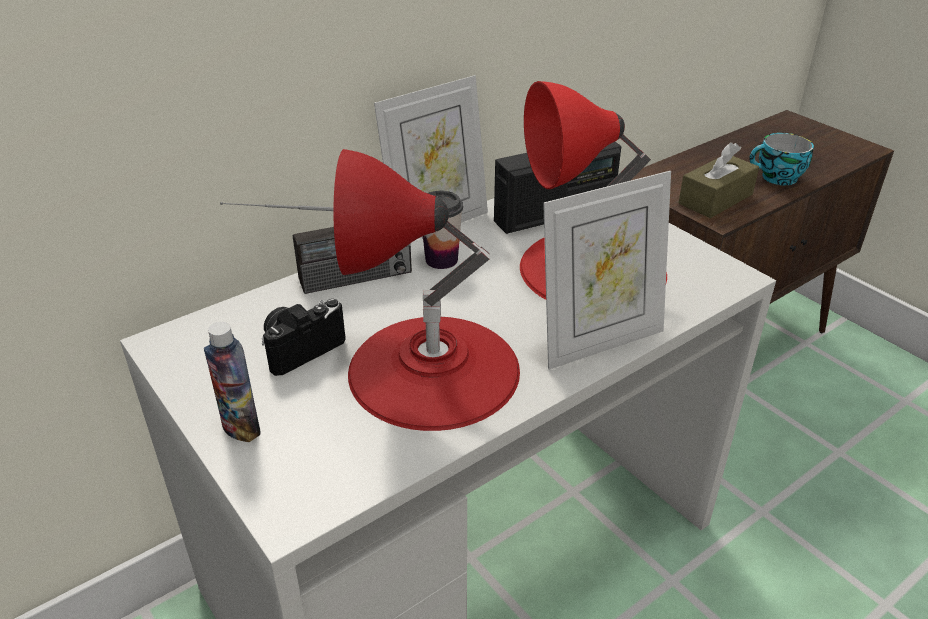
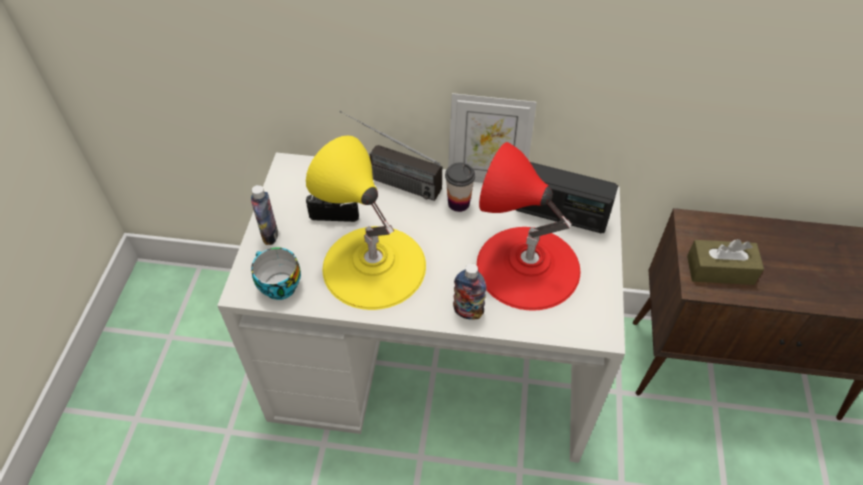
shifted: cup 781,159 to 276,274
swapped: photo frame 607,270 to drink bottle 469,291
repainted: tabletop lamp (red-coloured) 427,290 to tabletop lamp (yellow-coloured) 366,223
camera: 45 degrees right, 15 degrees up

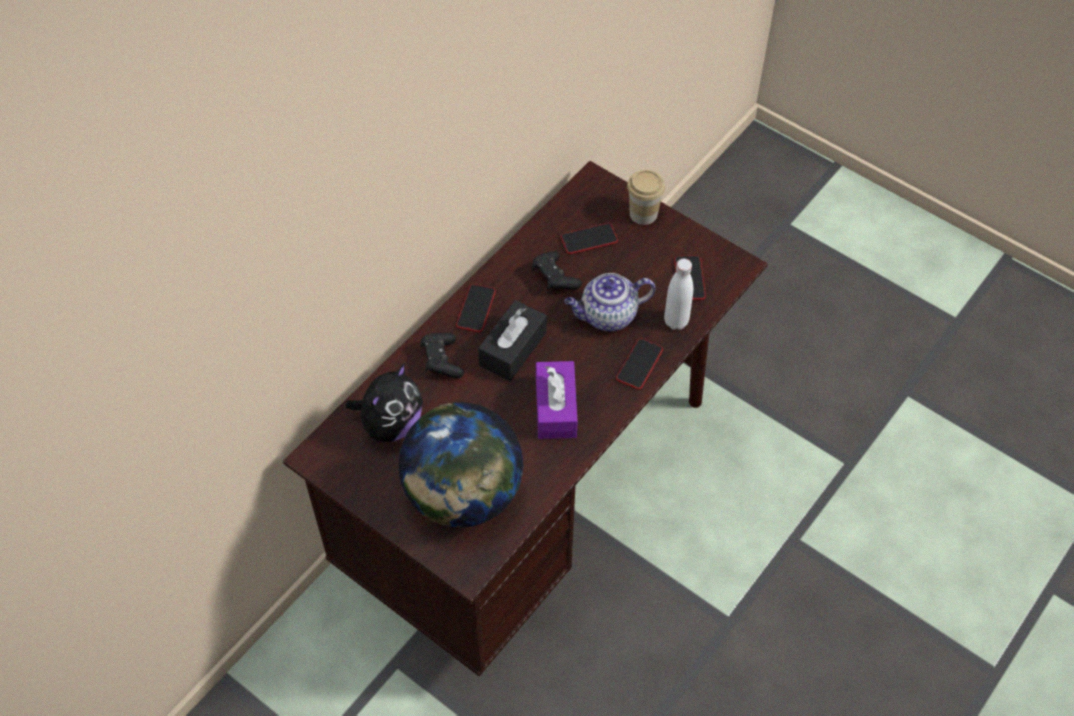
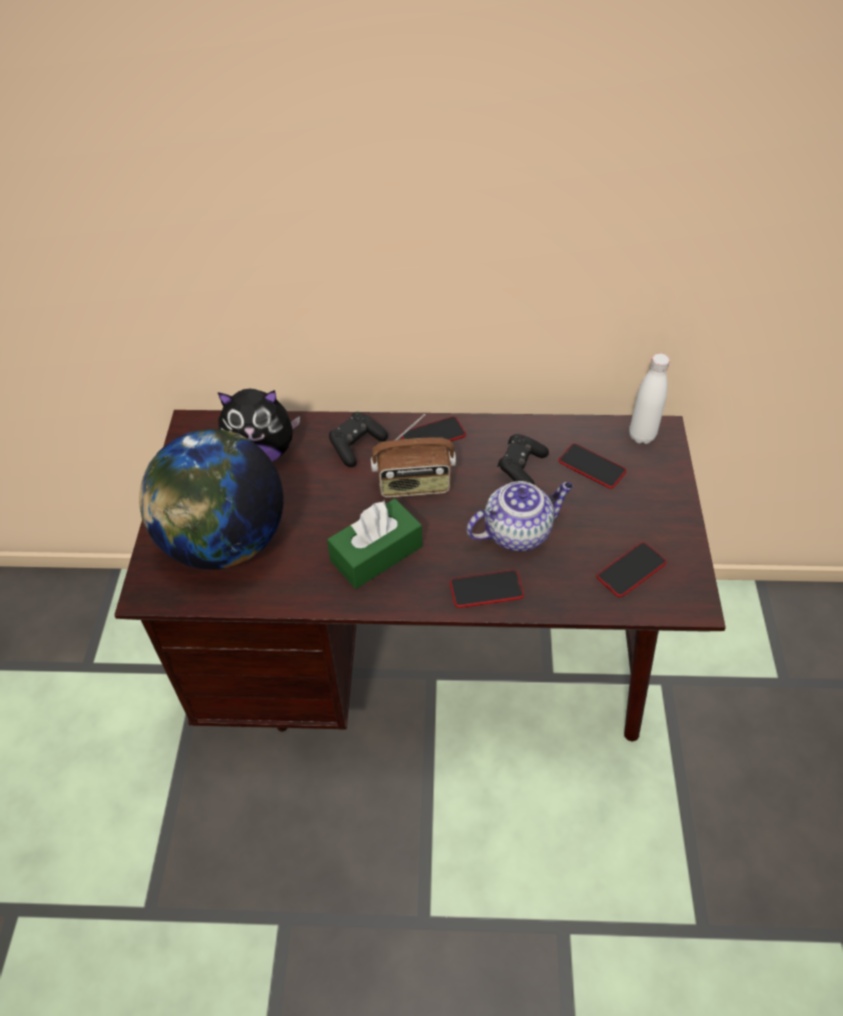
gone: cup 646,197
shifted: drink bottle (whitish) 678,294 to 649,398
swapped: box of tissues (black) 512,340 to radio 413,456
repainted: box of tissues (purple) 557,400 to box of tissues (greenish) 374,543
rotated: teapot 609,302 = 520,516 120 degrees clockwise
camera: 55 degrees right, 5 degrees down

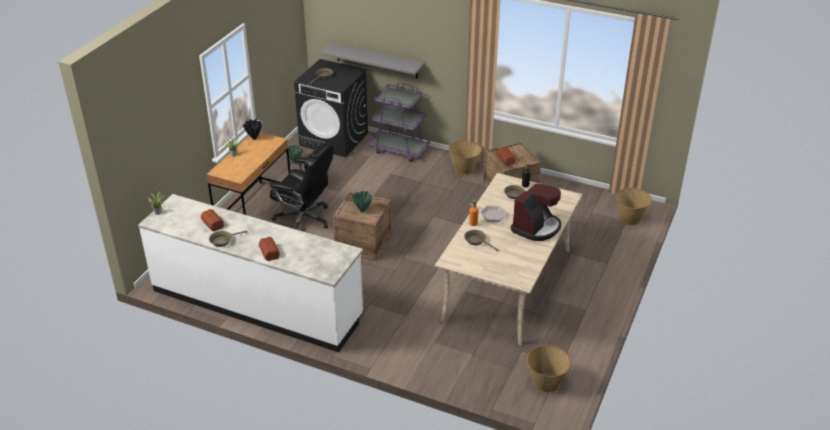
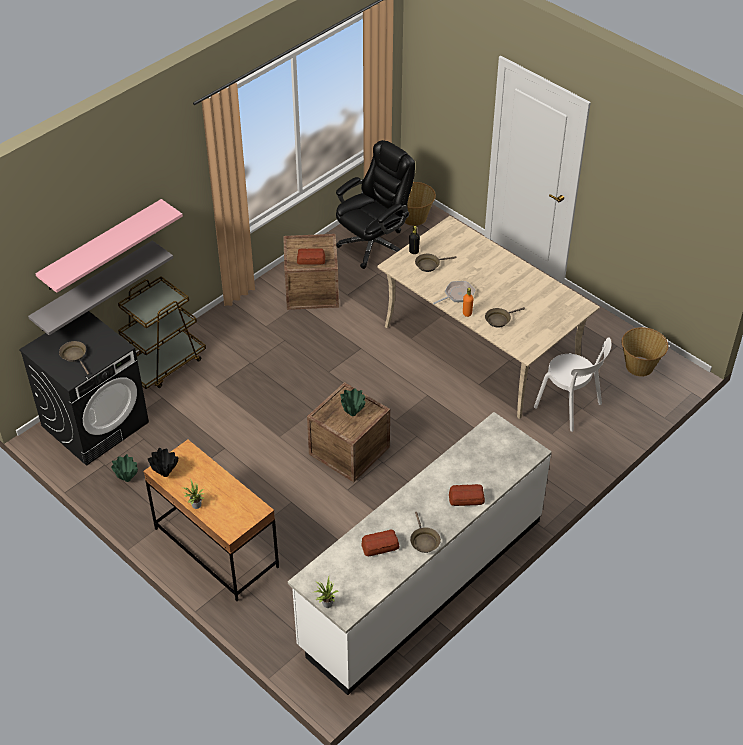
gone: basket 465,157; coffee brewer 536,212
new: wall shelf (pinkish) 109,246; plain chair (whitish) 572,384
shifted: desk chair (black) 302,186 to 375,204
repainted: wheeled cart (purple) 399,122 to wheeled cart (brown-coloured) 162,332
camera: 70 degrees left, 10 degrees up

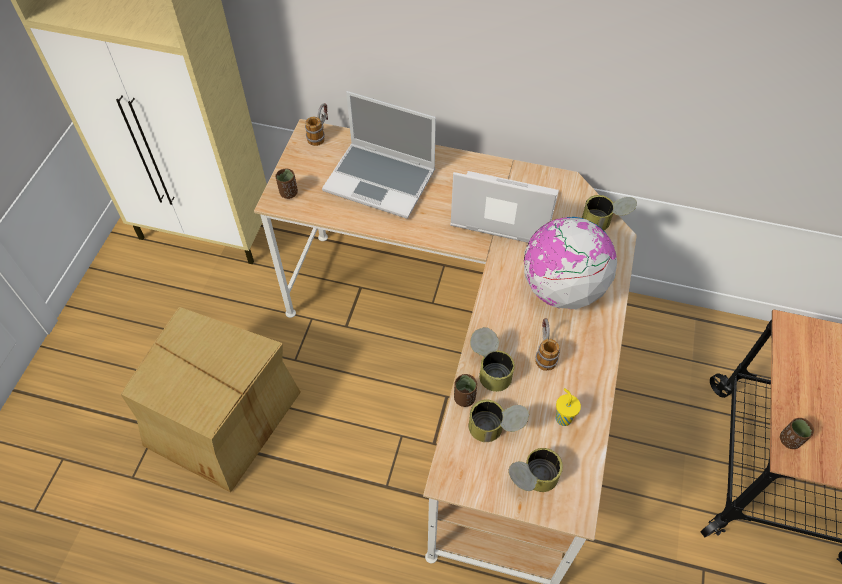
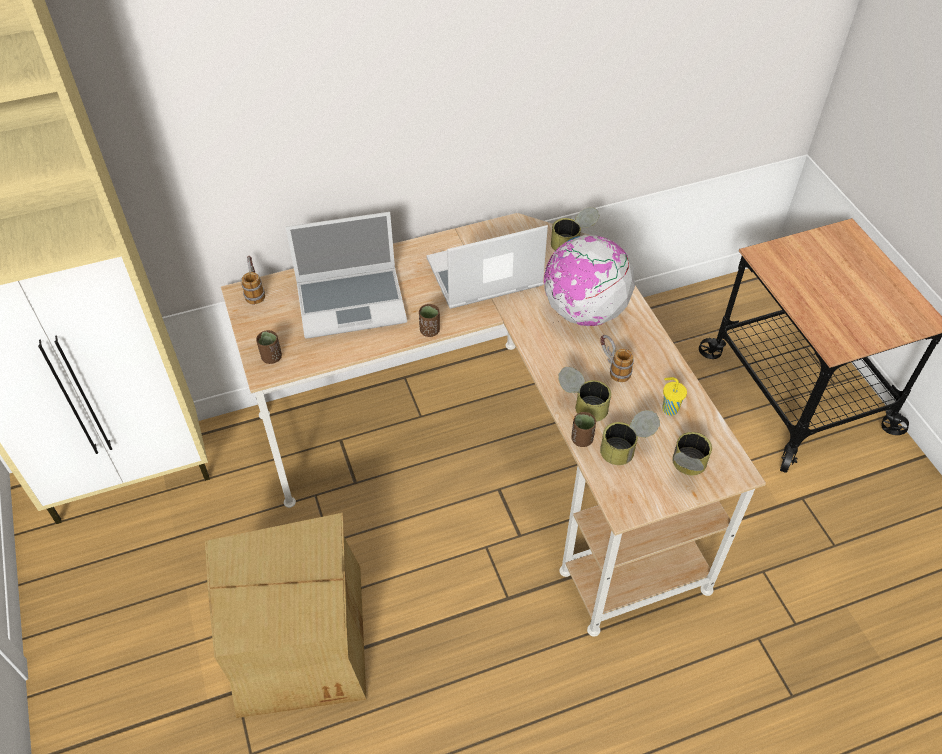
shifted: cup (brown-coloured) 797,433 to 429,320
camera: 35 degrees left, 5 degrees down

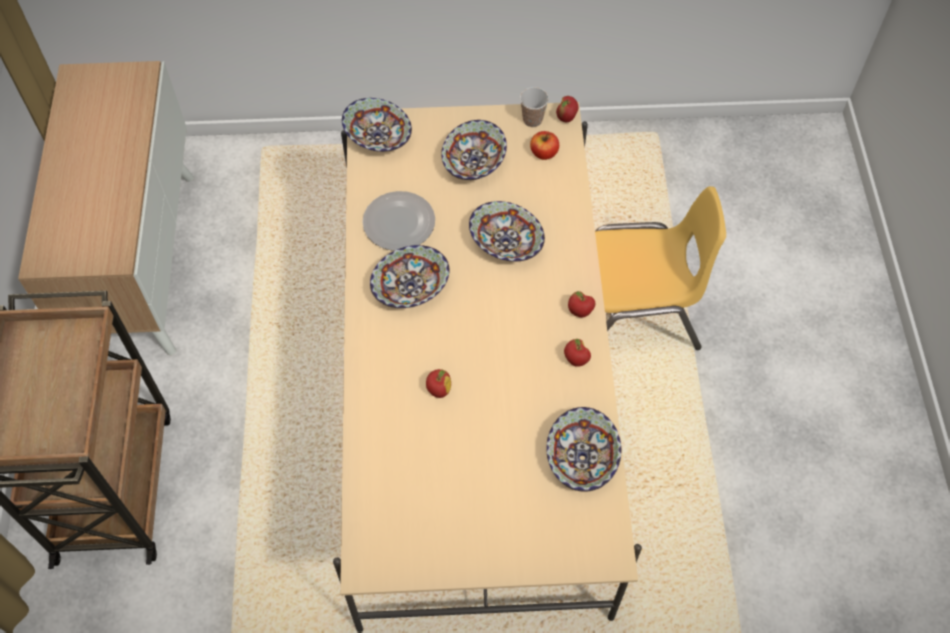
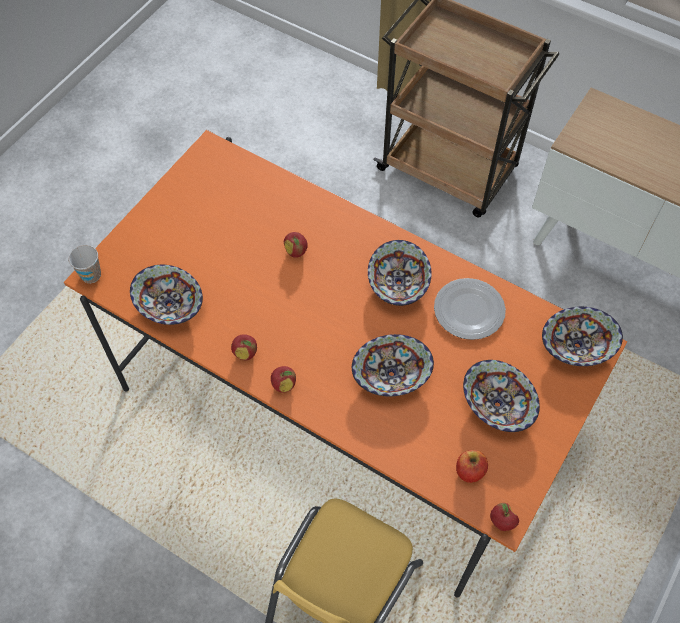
shifted: cup 534,107 to 84,264
repainted: dinner table (sand-coloured) 487,367 to dinner table (orange-coloured) 345,364
camera: 125 degrees right, 0 degrees up

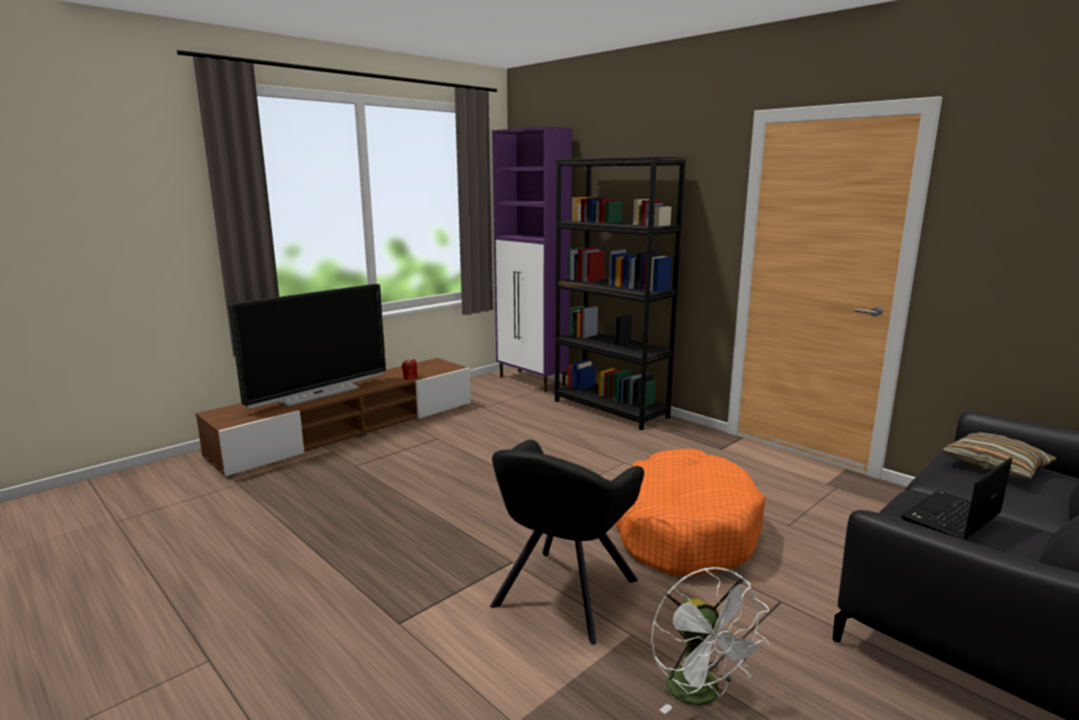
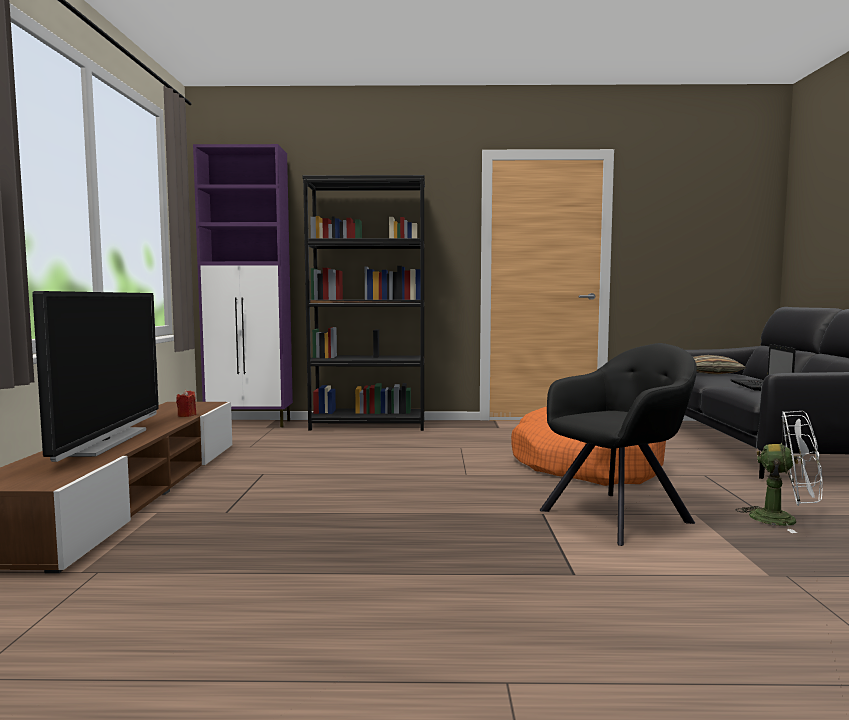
rotated: easy chair (black) 567,542 = 618,444 105 degrees counterclockwise
camera: 45 degrees left, 10 degrees down

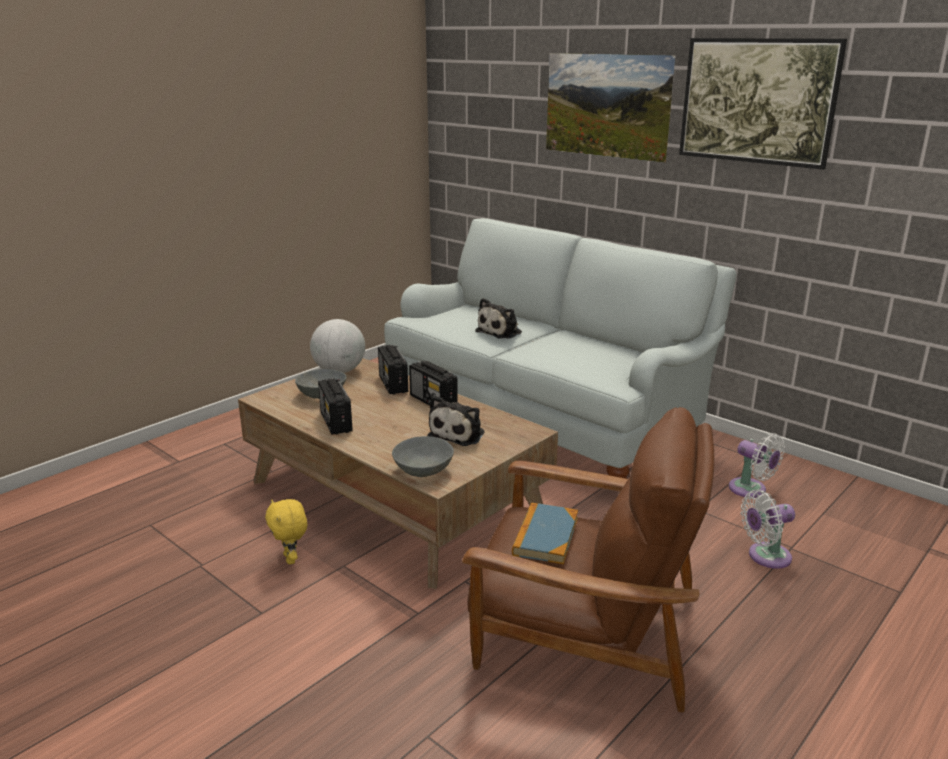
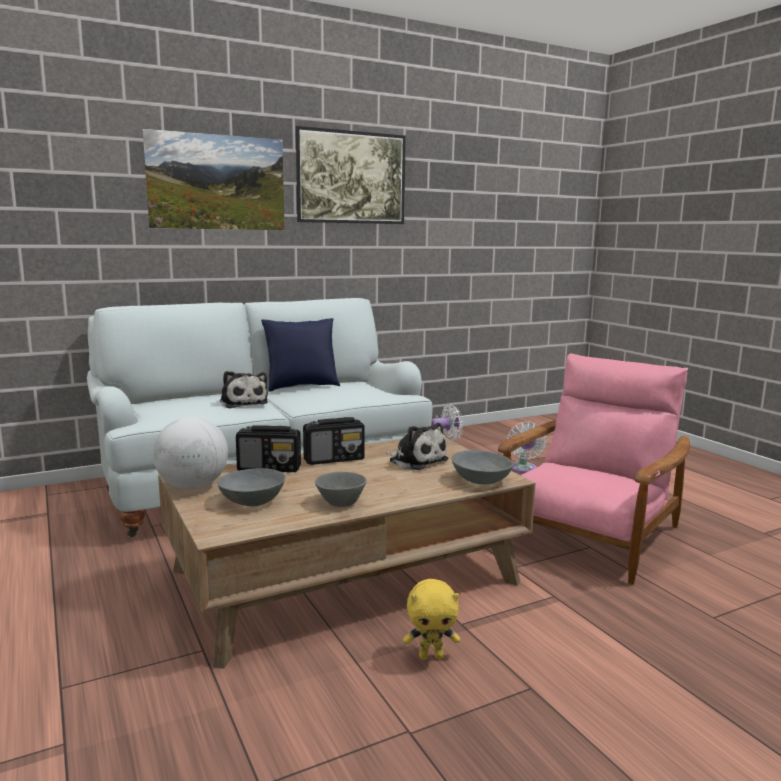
gone: book 545,533
new: throw pillow (bluish) 300,355
swapped: radio 335,406 to serving bowl (gray) 341,489
repainted: easy chair (brown-coloured) 588,559 to easy chair (pinkish) 594,469
camera: 70 degrees left, 10 degrees down

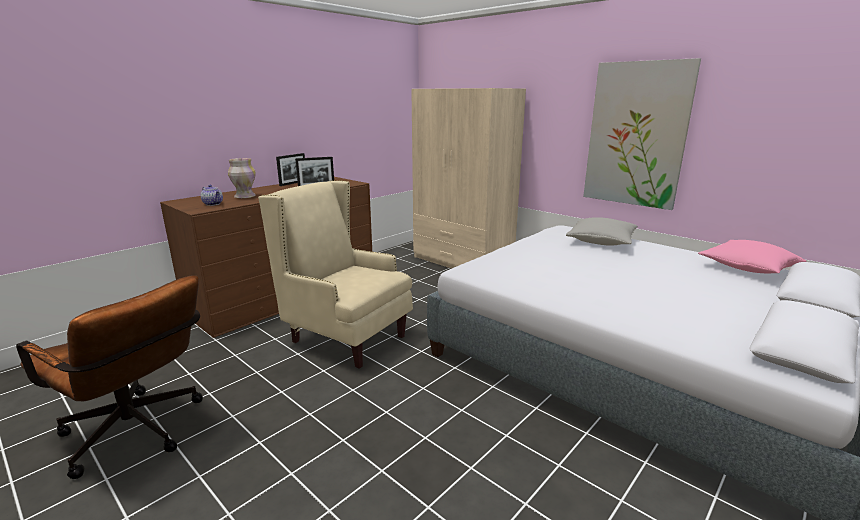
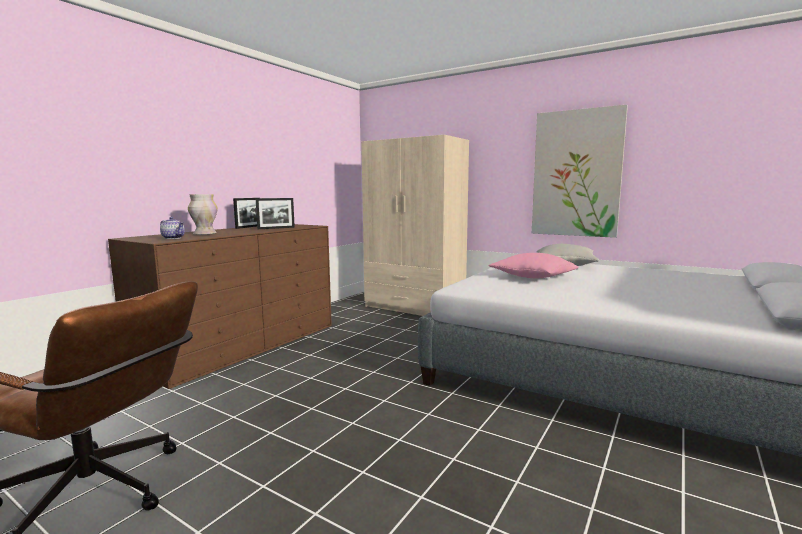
gone: easy chair (sand-coloured) 335,274
shifted: throw pillow (pinkish) 752,256 to 533,265
camera: 10 degrees left, 10 degrees down

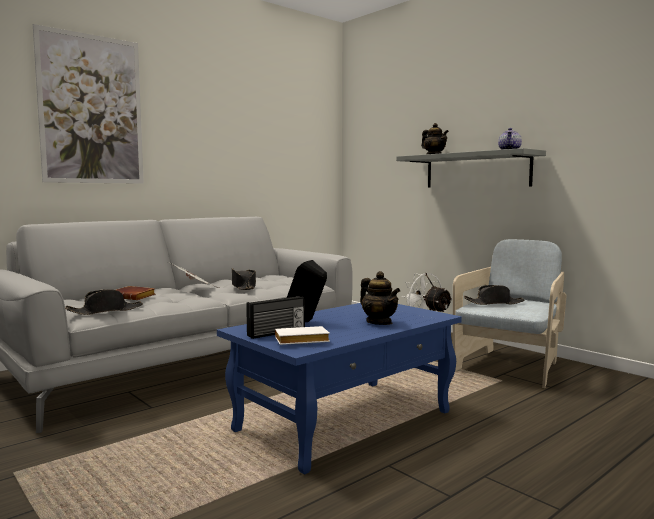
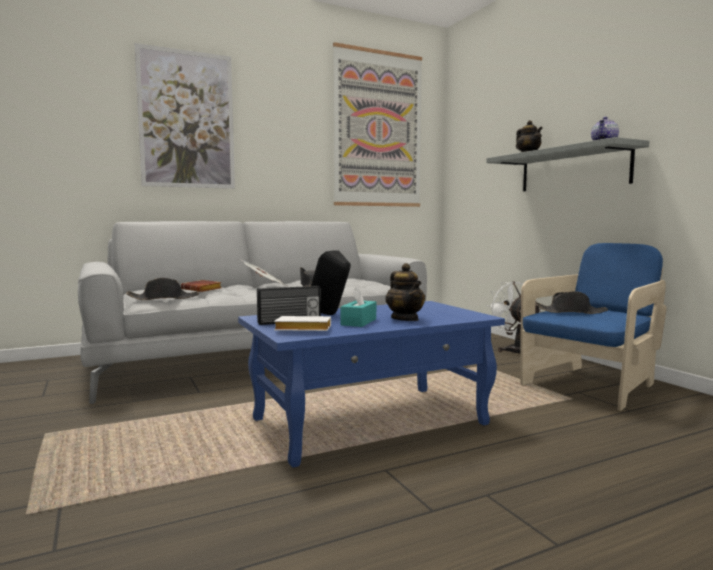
new: wall picture 377,124; box of tissues (turquoise-coloured) 358,306
repainted: easy chair (sand-coloured) 510,313 to easy chair (bluish) 593,327
camera: 15 degrees right, 0 degrees up

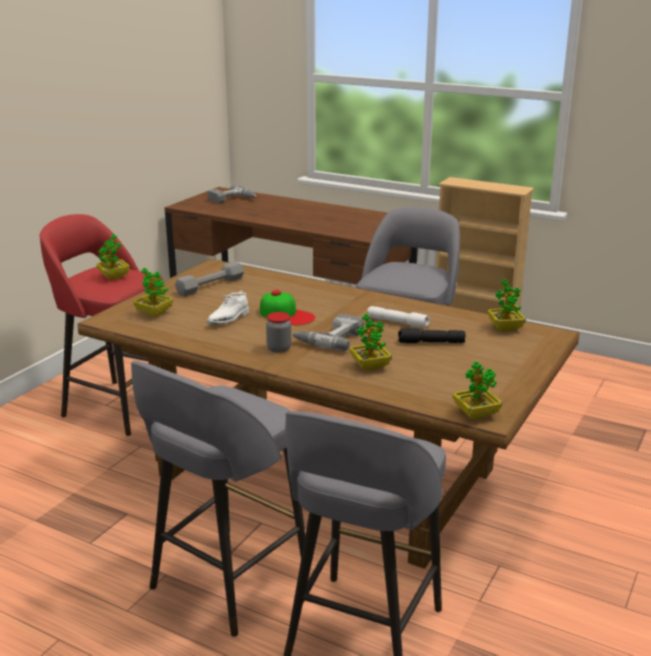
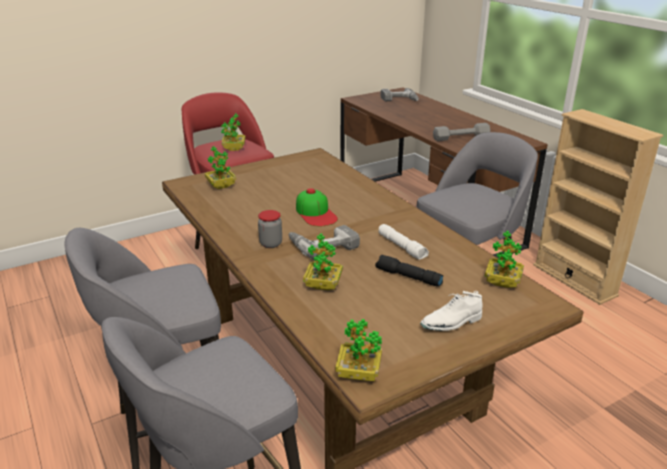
shifted: free weight (gray) 209,278 to 462,132; shoe (whitish) 228,307 to 451,311
camera: 30 degrees right, 5 degrees up

